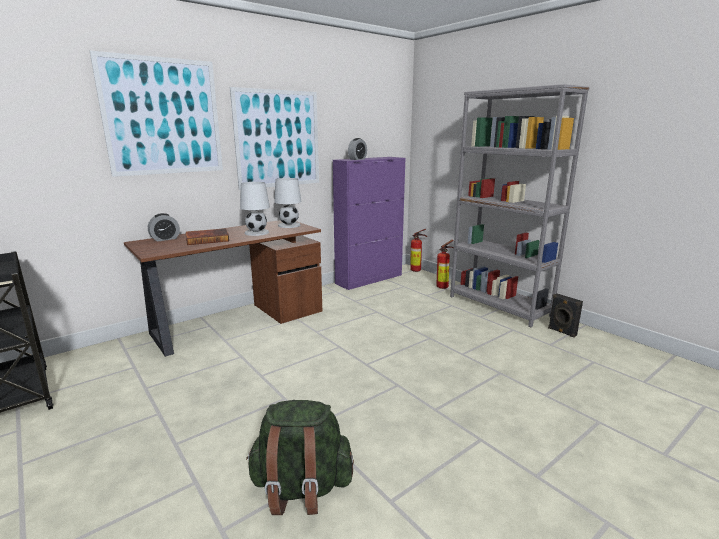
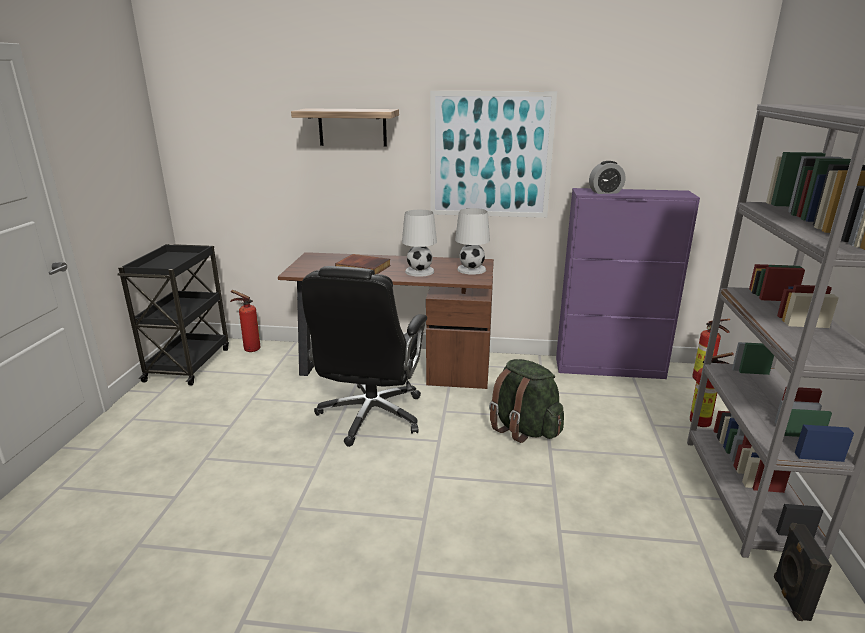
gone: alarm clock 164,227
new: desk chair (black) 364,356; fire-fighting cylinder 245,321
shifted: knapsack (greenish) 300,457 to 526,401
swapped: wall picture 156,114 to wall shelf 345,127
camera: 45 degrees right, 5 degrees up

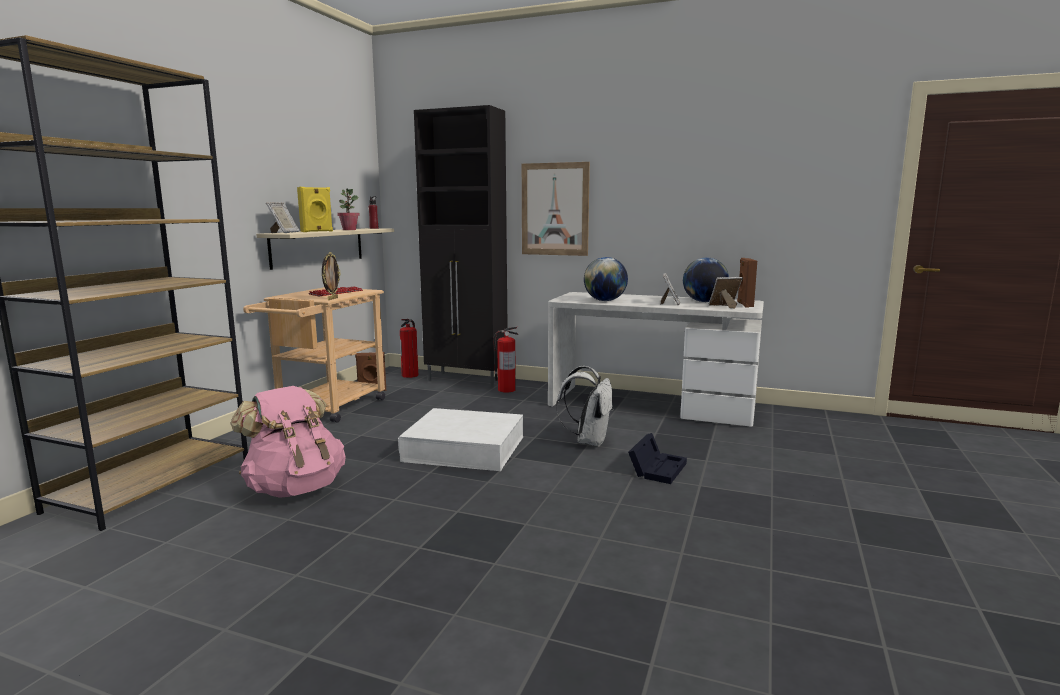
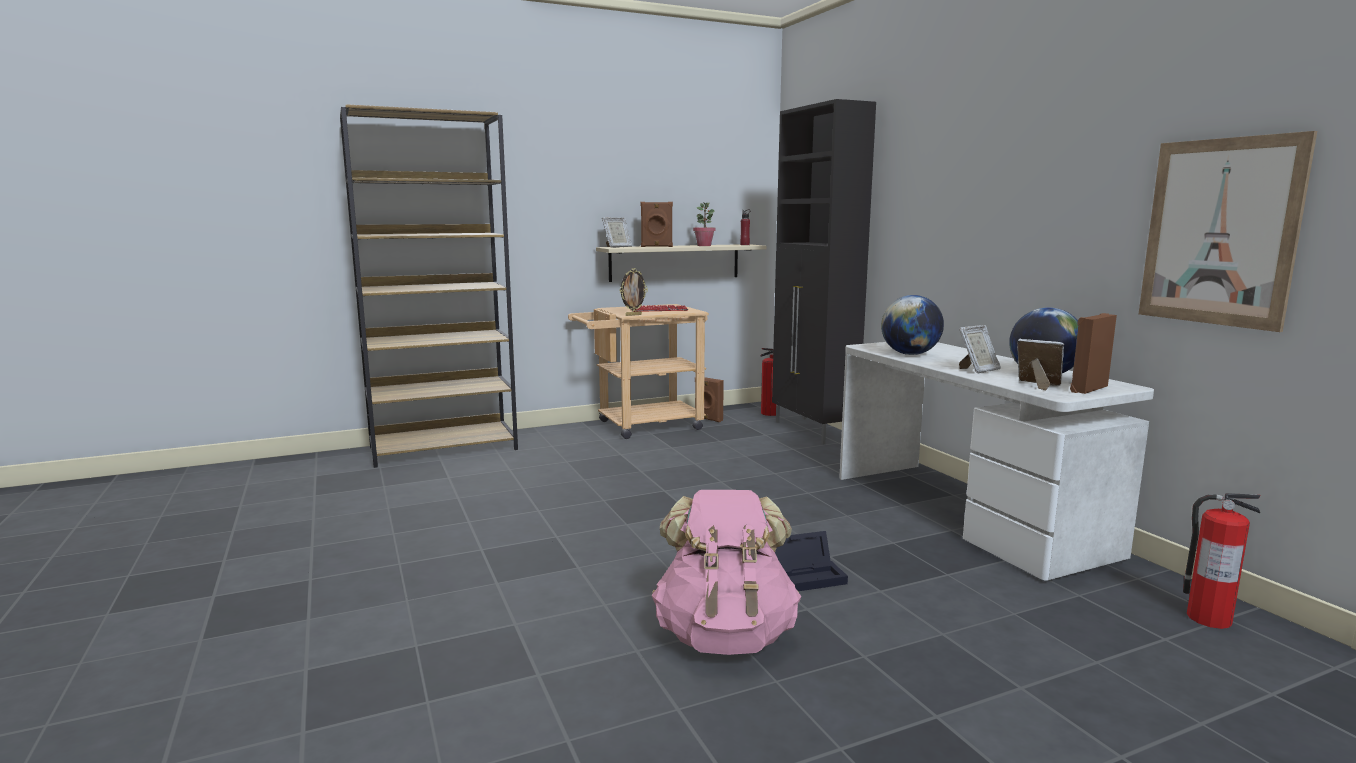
gone: knapsack (whitish) 585,406; storage bin (whitish) 460,439
shifted: wall picture 556,209 to 1228,231; fire-fighting cylinder 505,359 to 1221,561; knapsack (pinkish) 288,442 to 726,572
repainted: speaker (yellow-coloured) 315,209 to speaker (brown-coloured) 657,224
camera: 45 degrees right, 0 degrees up

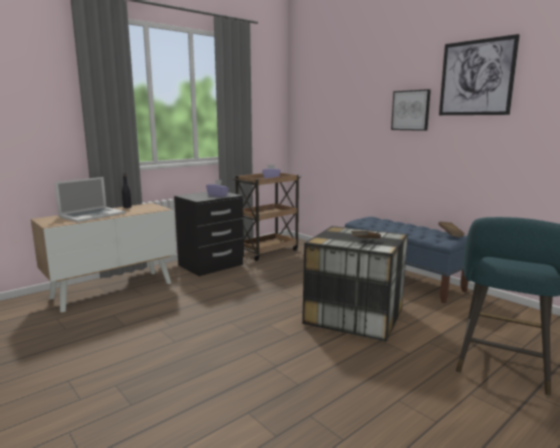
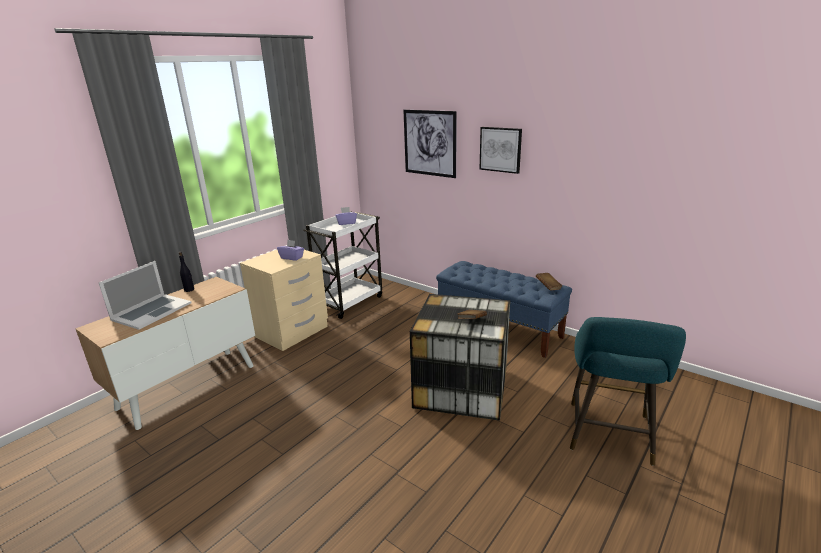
shifted: wall picture 479,74 to 430,144
repainted: wheeled cart (brown-coloured) 266,217 to wheeled cart (whitish) 342,265; bedside table (black) 209,234 to bedside table (sand-coloured) 284,300
camera: 10 degrees left, 10 degrees up

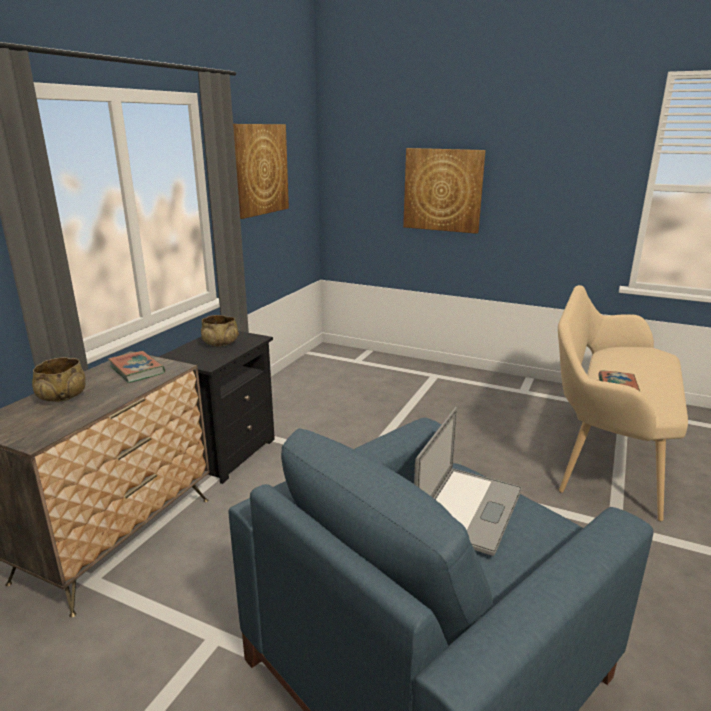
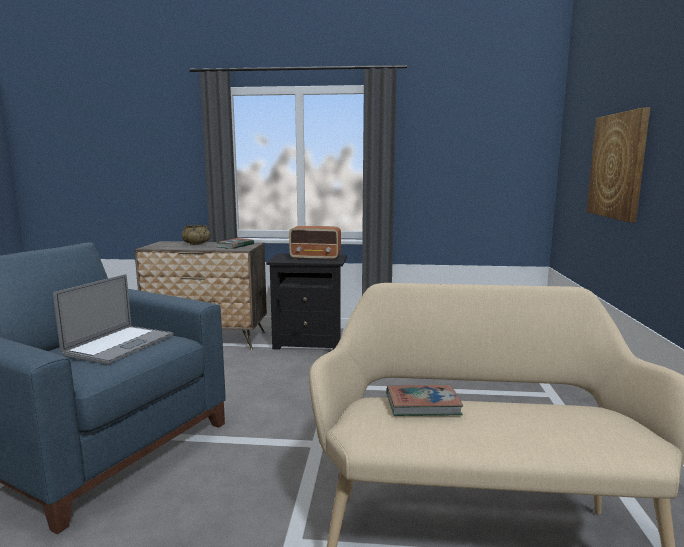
gone: wall picture 261,171
swapped: serving bowl (sand-coloured) 220,331 to radio 315,243
rotated: laptop 468,481 = 113,319 75 degrees counterclockwise
camera: 70 degrees right, 10 degrees down

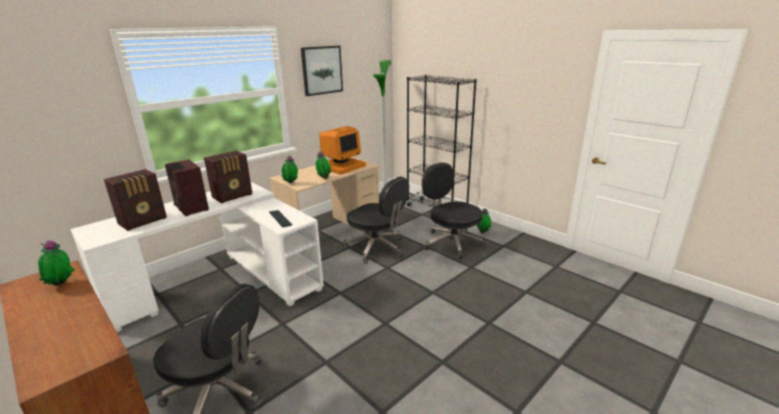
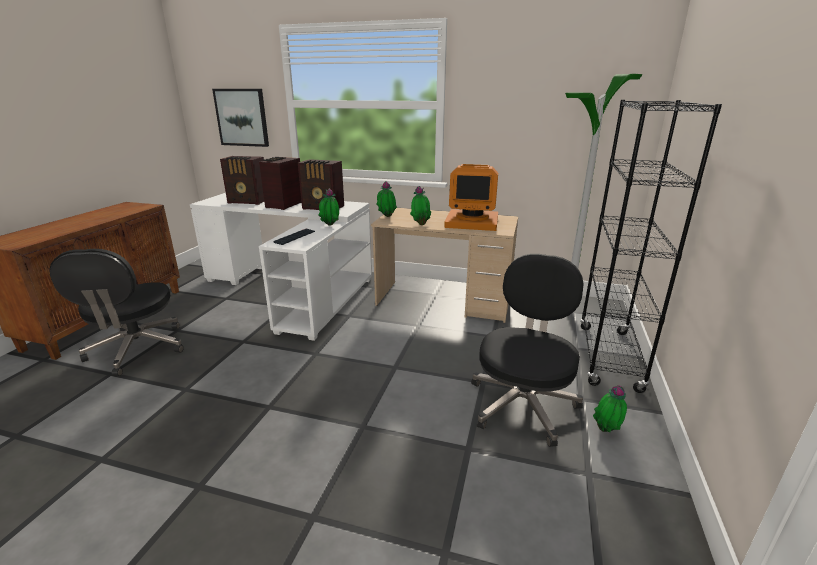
gone: desk chair (black) 376,220
shifted: wall picture 322,71 to 240,118; houseplant 56,263 to 328,207
camera: 60 degrees right, 0 degrees up

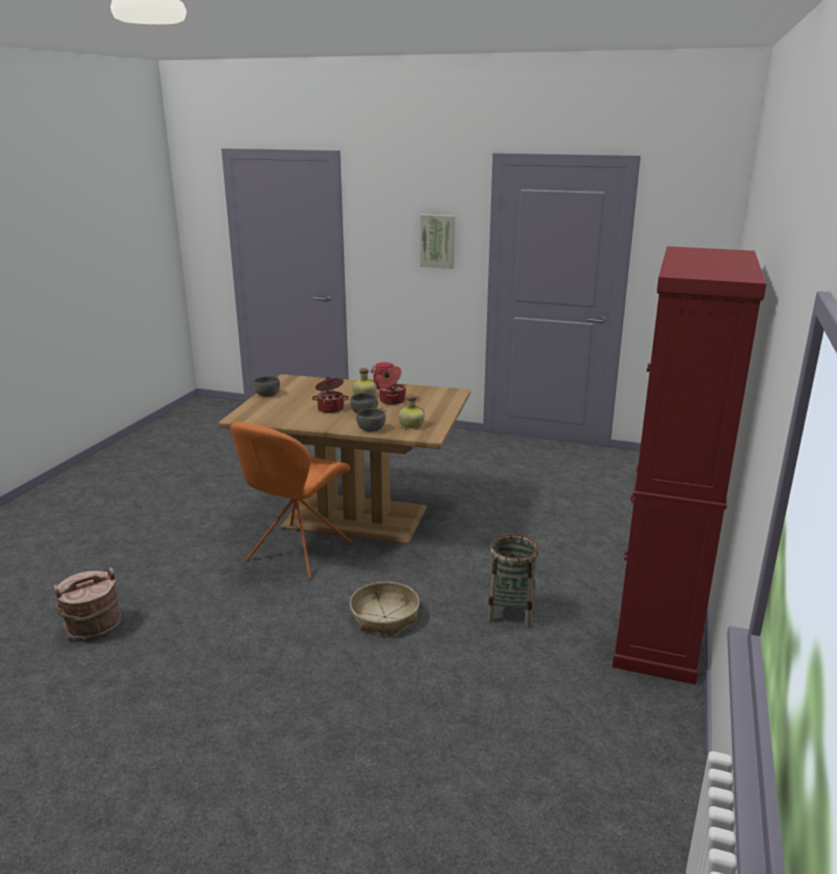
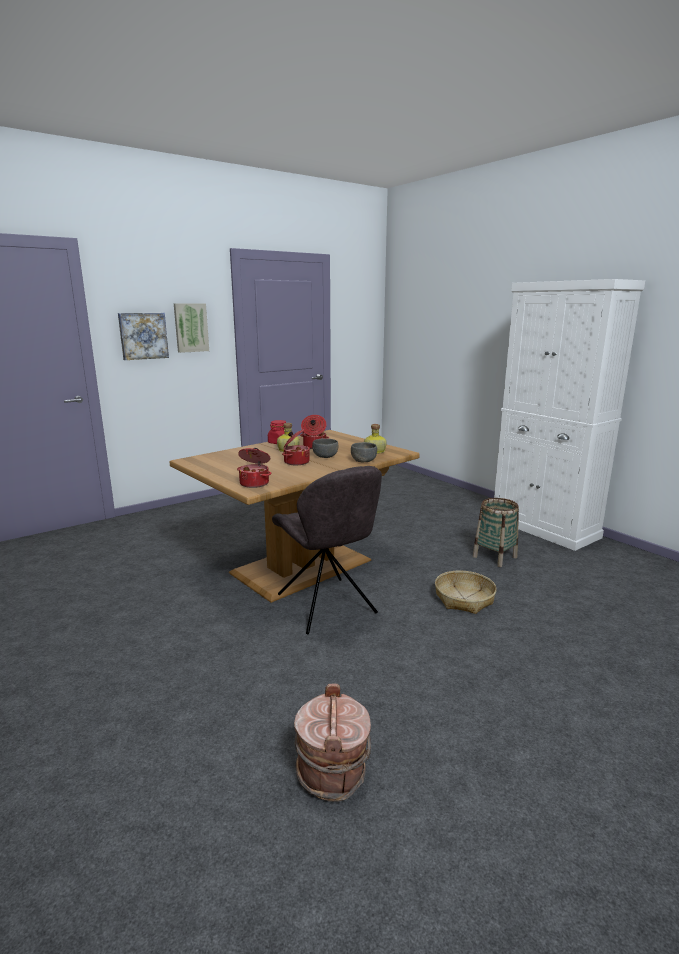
gone: serving bowl (gray) 266,386
new: wall picture 143,336; saucepot 254,468
repainted: cabinet (red-coloured) 689,465 to cabinet (whitish) 569,415; plain chair (orange-coloured) 291,500 to plain chair (gray) 327,550
camera: 55 degrees left, 5 degrees down

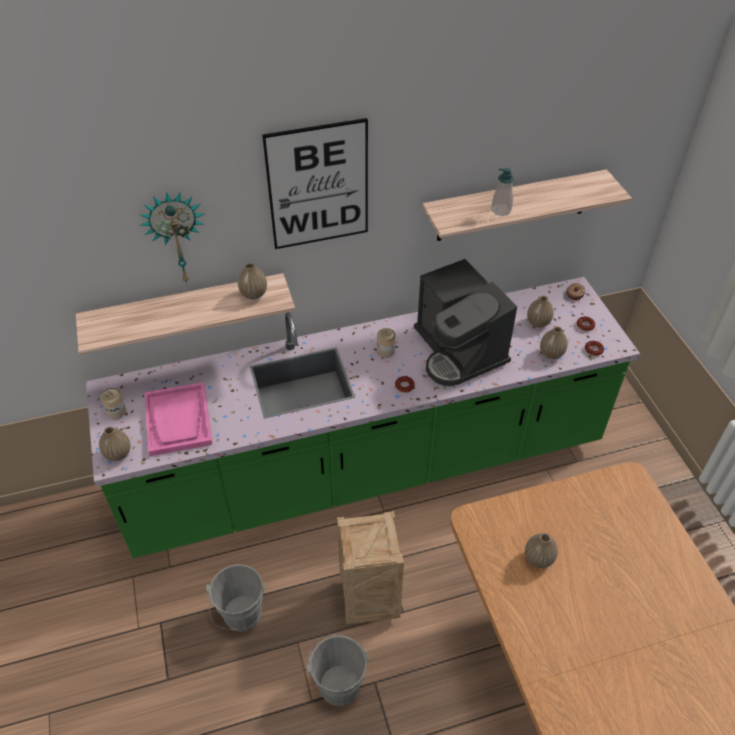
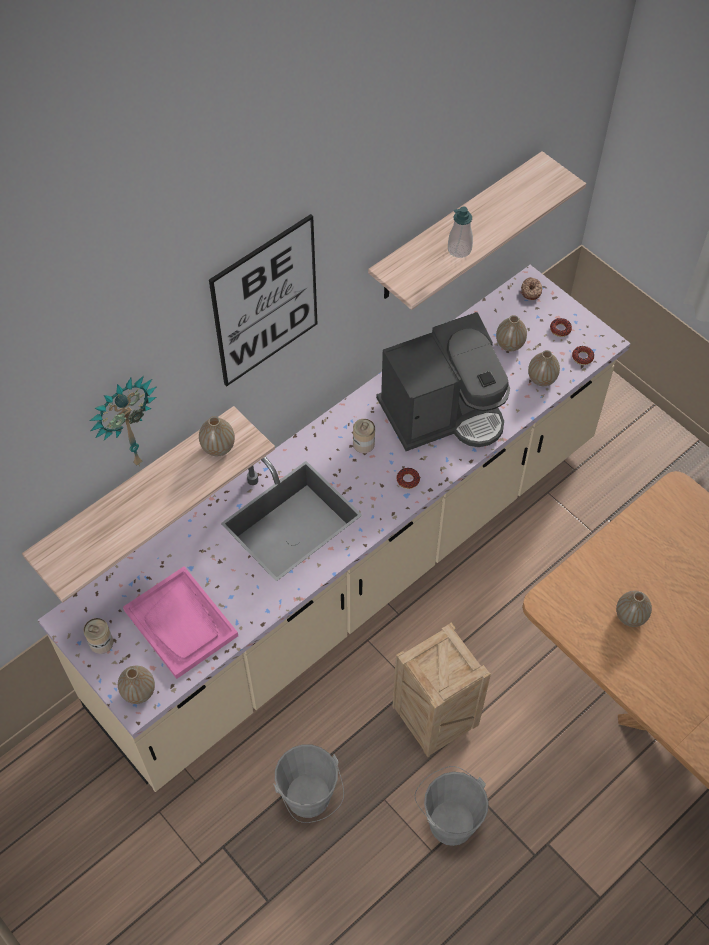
repainted: counter (greenish) 363,417 to counter (sand-coloured) 334,528
rotated: coffee brewer 465,322 = 443,381 60 degrees counterclockwise
camera: 25 degrees left, 10 degrees up

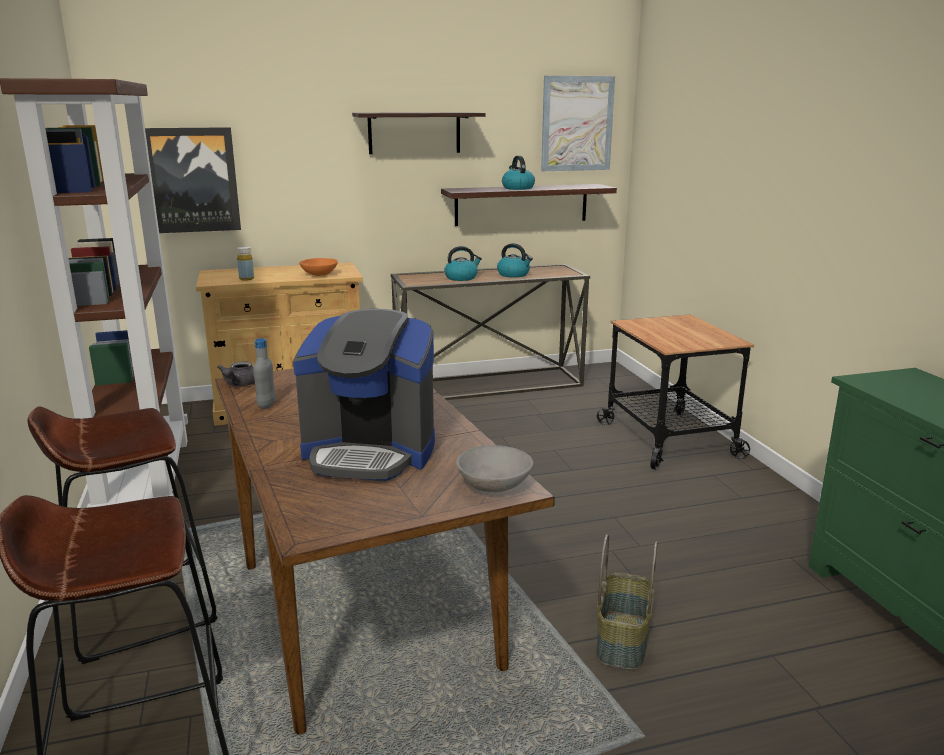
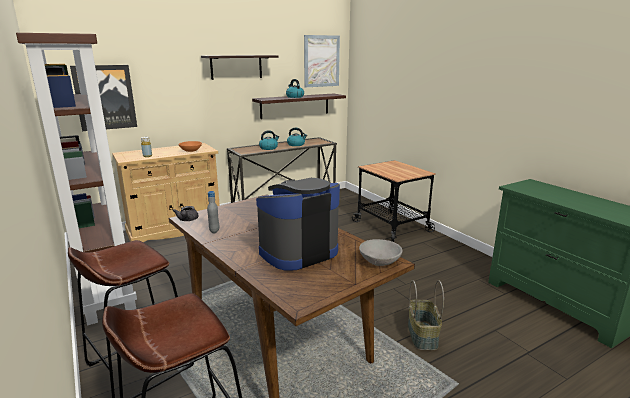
rotated: coffee brewer 364,395 = 298,224 150 degrees clockwise
camera: 15 degrees left, 0 degrees up

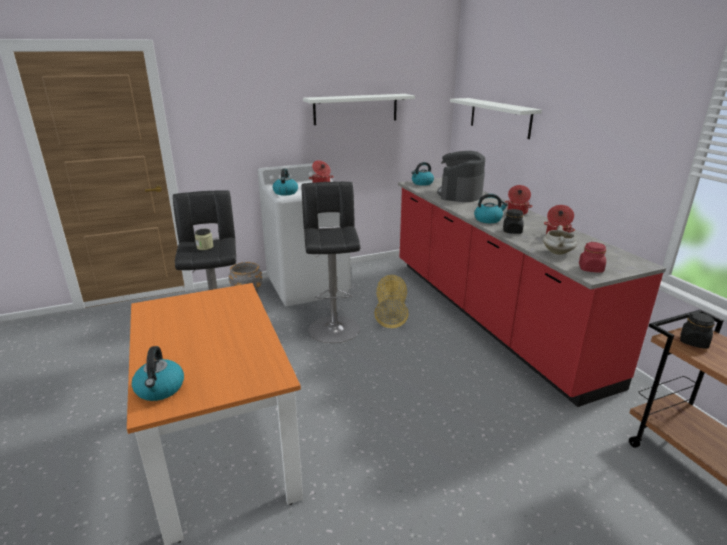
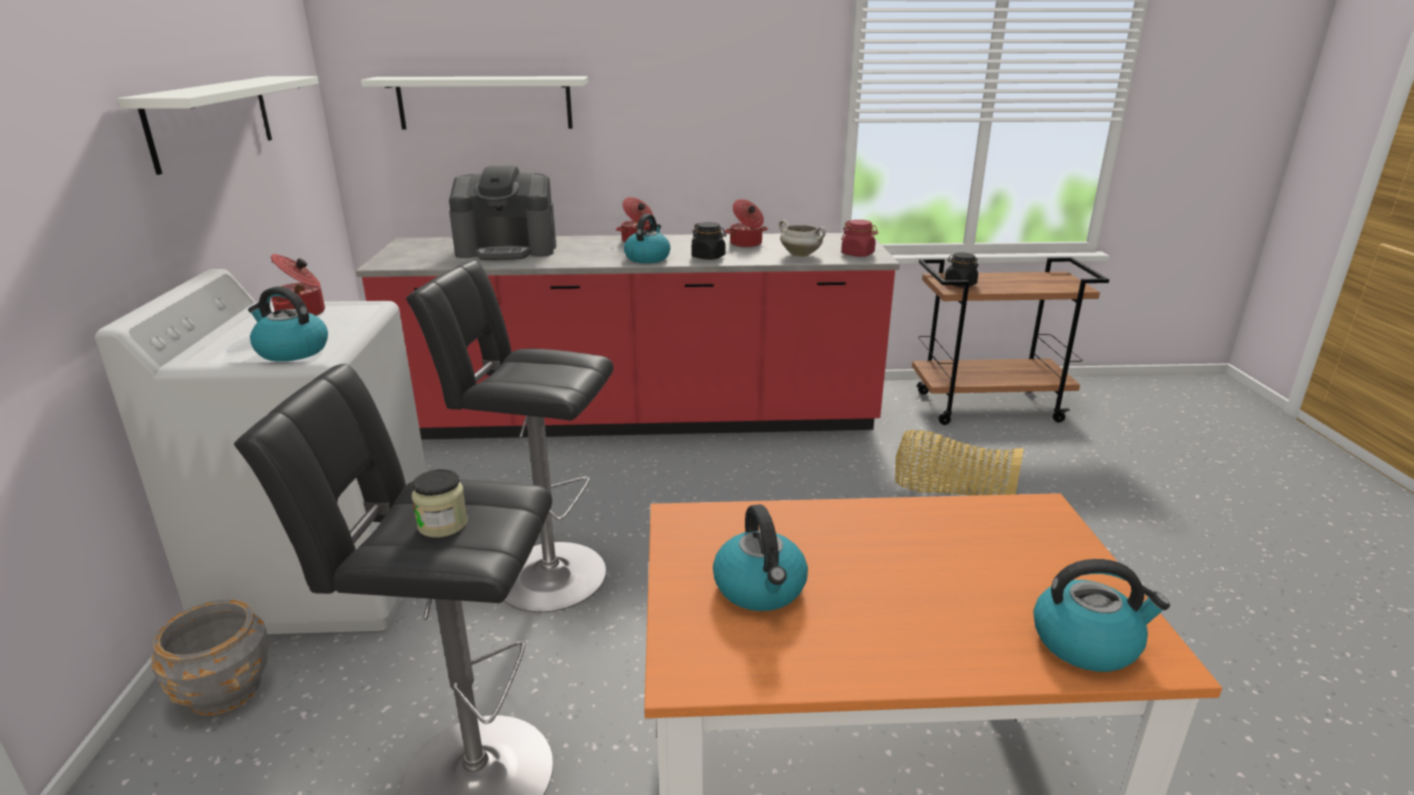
shifted: kettle 422,174 to 760,557; basket 391,301 to 959,463
rotated: coffee brewer 461,176 = 502,212 45 degrees counterclockwise
camera: 70 degrees left, 0 degrees up

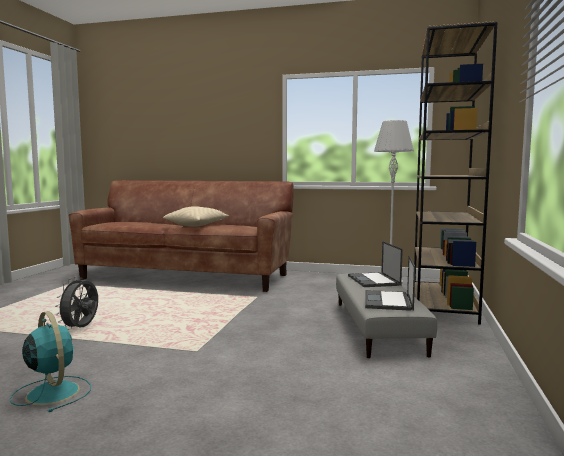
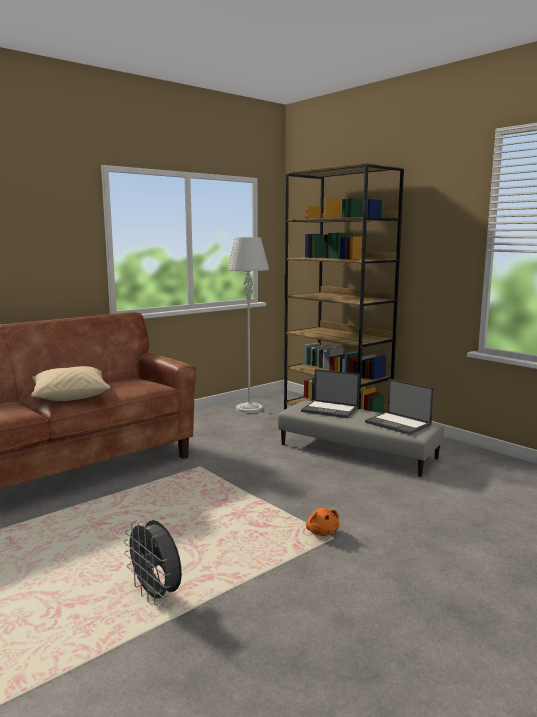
gone: fan (turquoise-coloured) 50,361
new: soft toy (orange-coloured) 322,522
camera: 55 degrees left, 5 degrees up

